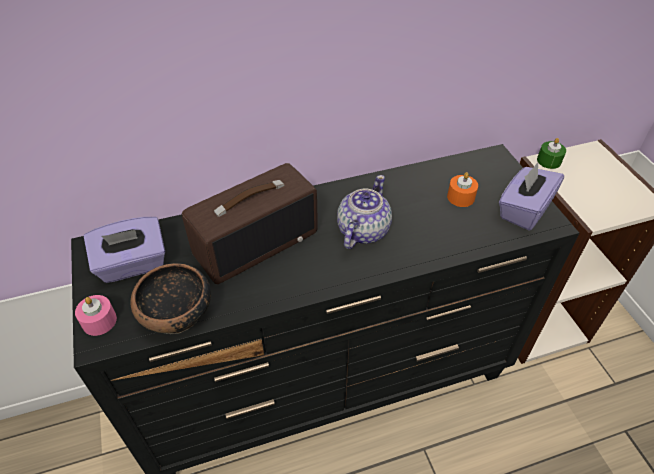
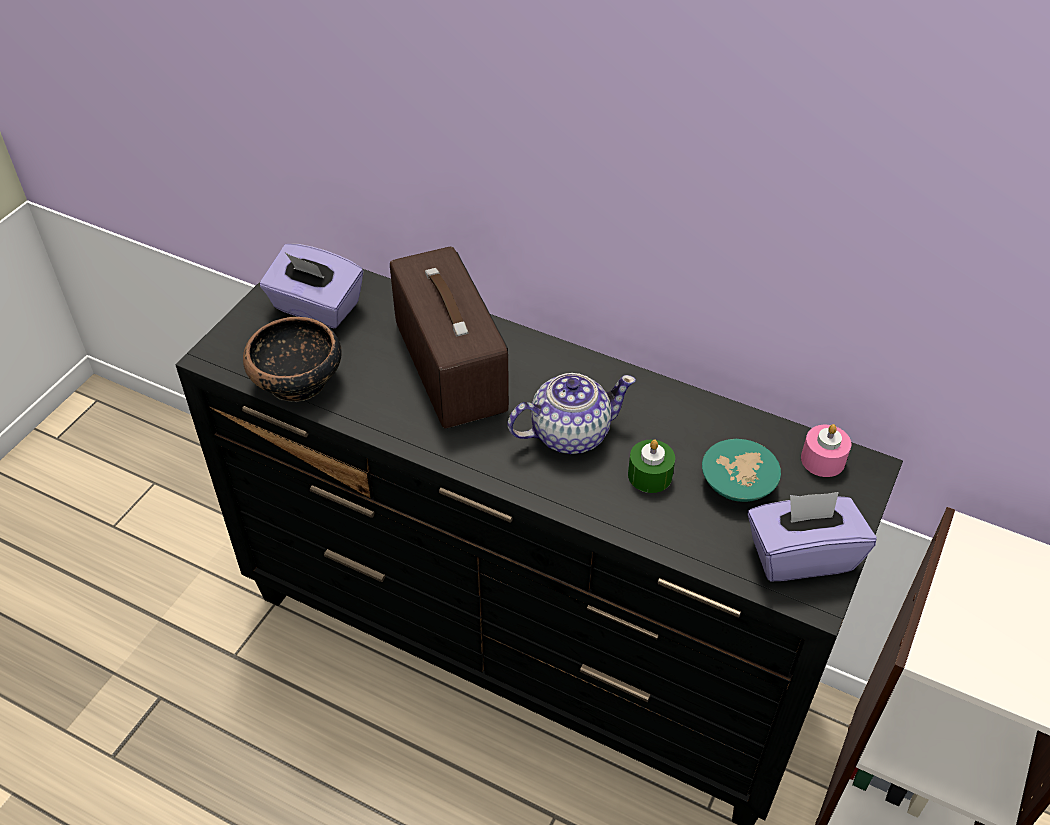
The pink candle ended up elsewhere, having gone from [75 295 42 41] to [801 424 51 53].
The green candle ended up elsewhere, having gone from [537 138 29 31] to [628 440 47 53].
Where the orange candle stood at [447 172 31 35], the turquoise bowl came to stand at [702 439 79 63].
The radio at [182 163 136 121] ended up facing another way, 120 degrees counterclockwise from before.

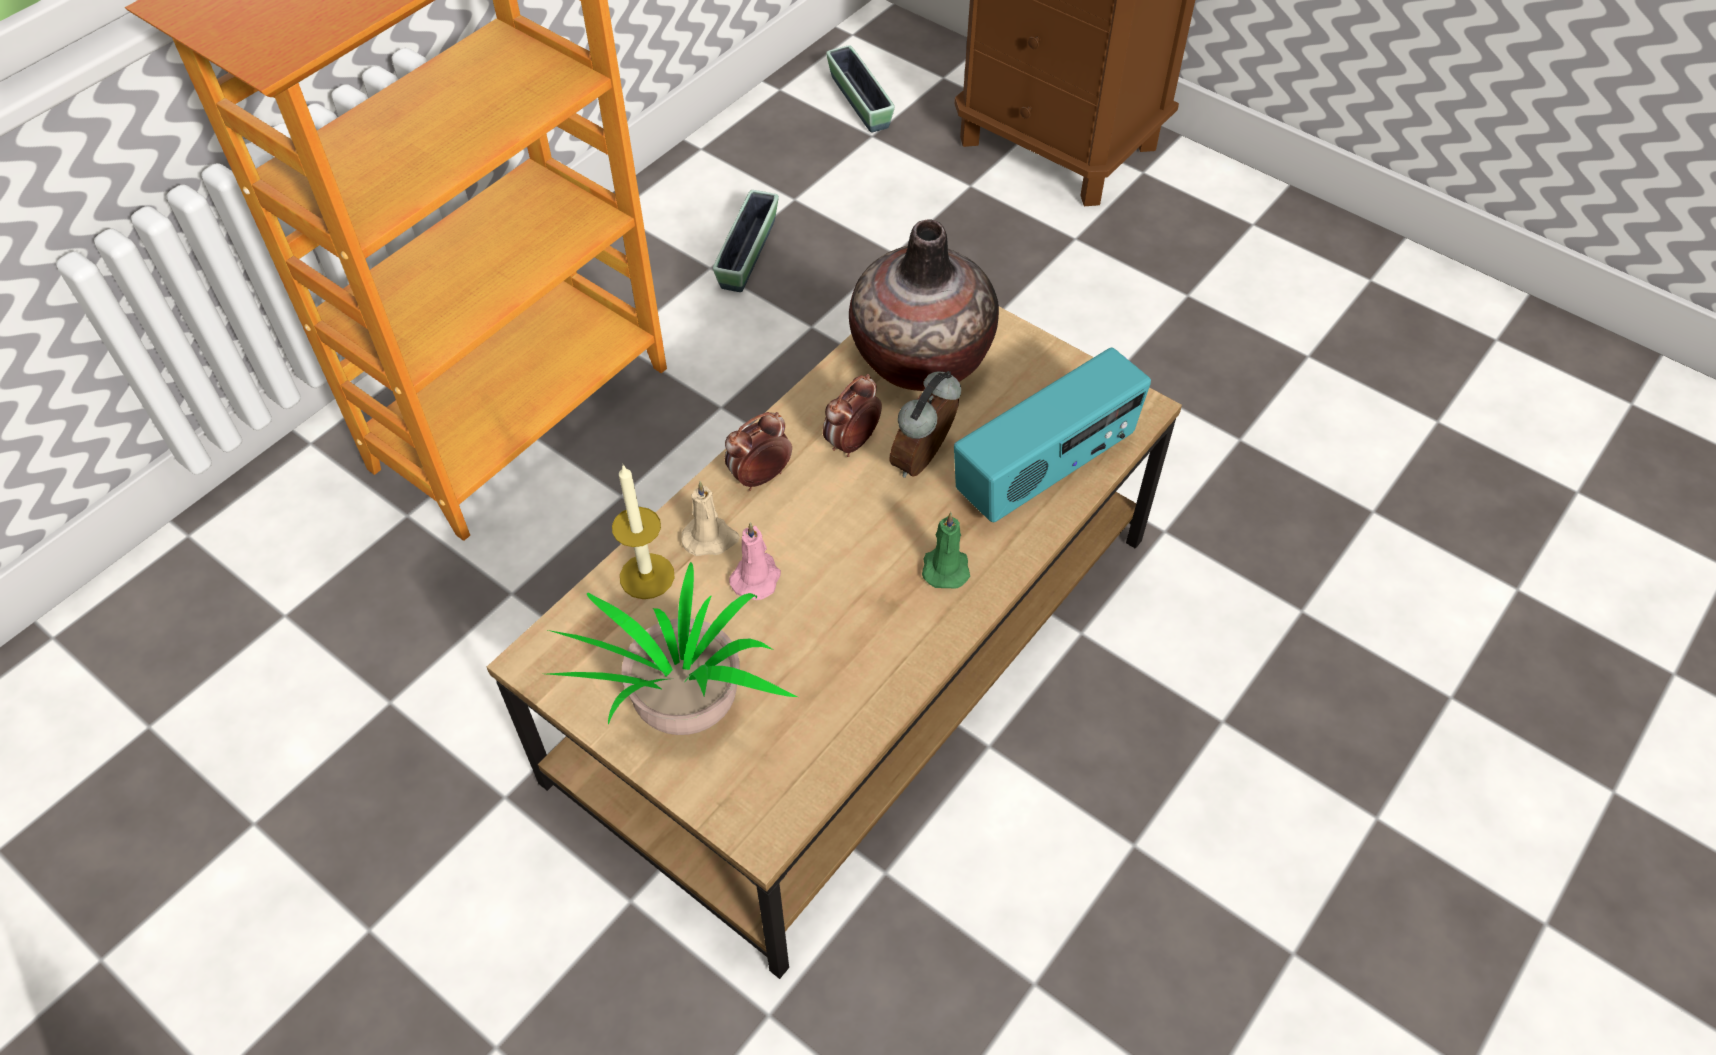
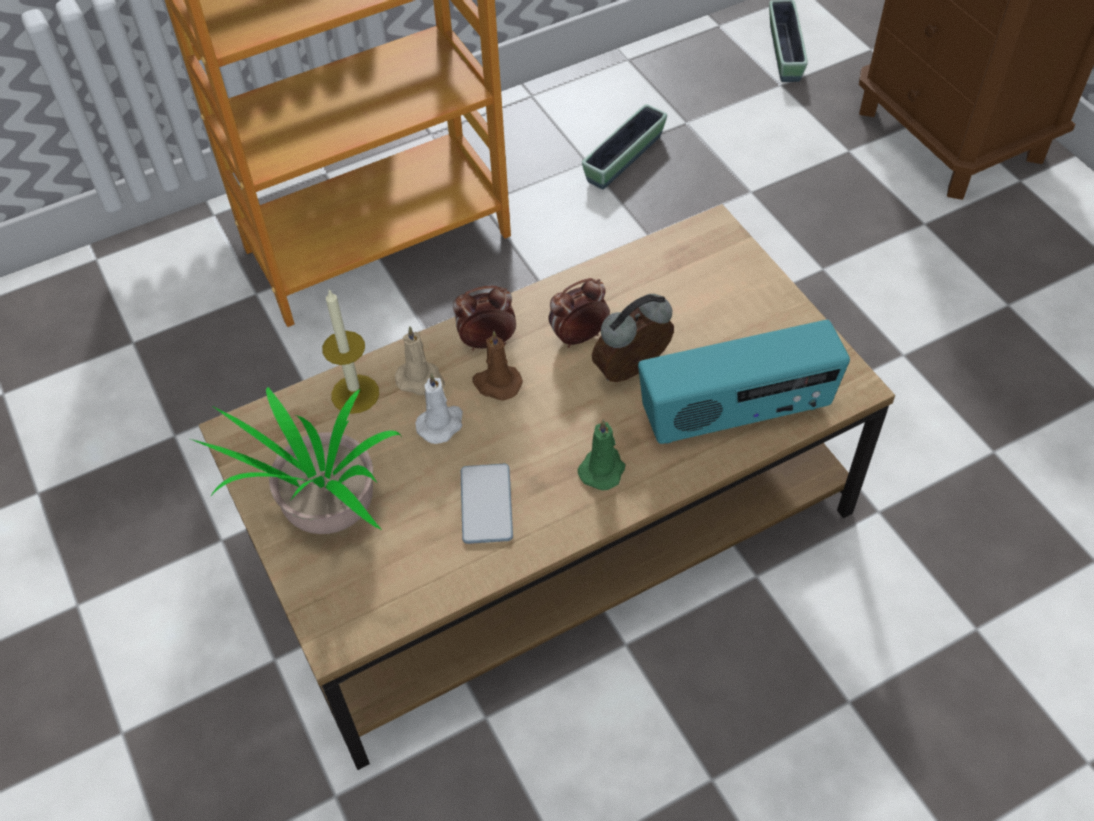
The second view lost the vase at [849 220 150 171].
The second view gained the phone at [461 464 52 80].
The second view gained the brown candle at [472 331 51 70].
What was the pink candle at [729 522 52 78] turned into the white candle at [415 373 48 71].

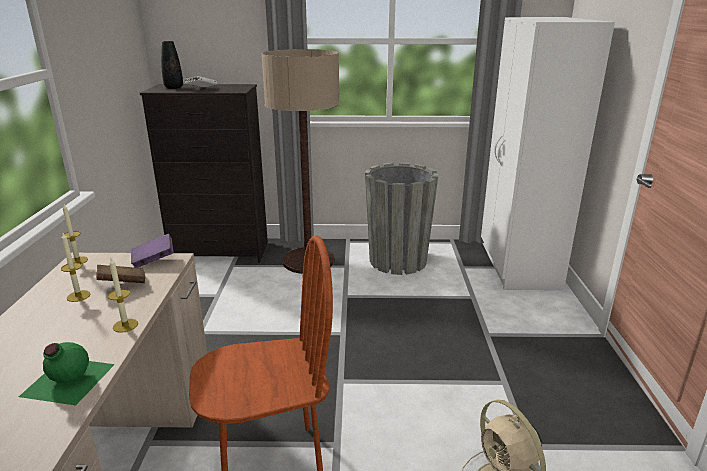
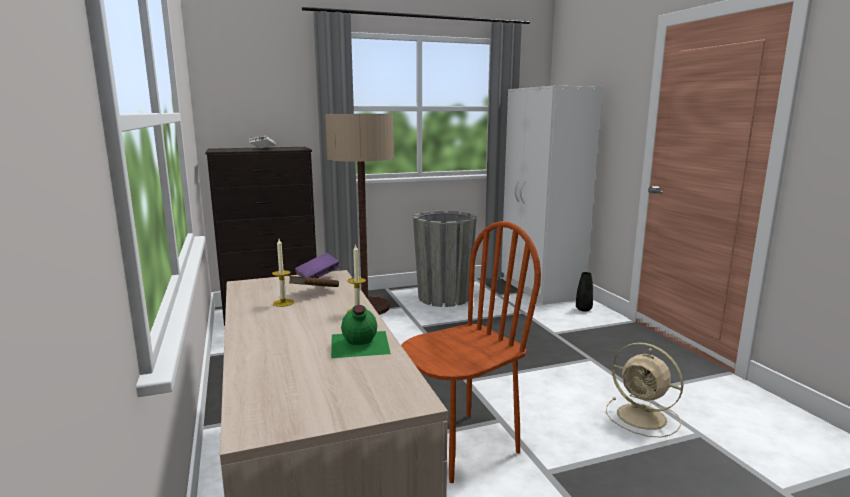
The second view lost the candle at [63 204 25 60].
The black vase ended up elsewhere, having gone from [161 41 22 48] to [576 272 17 39].

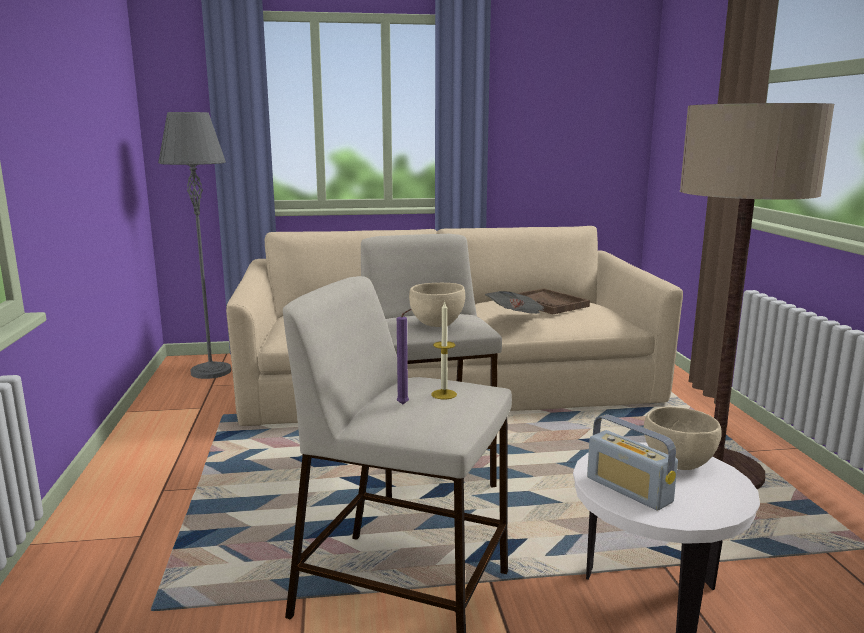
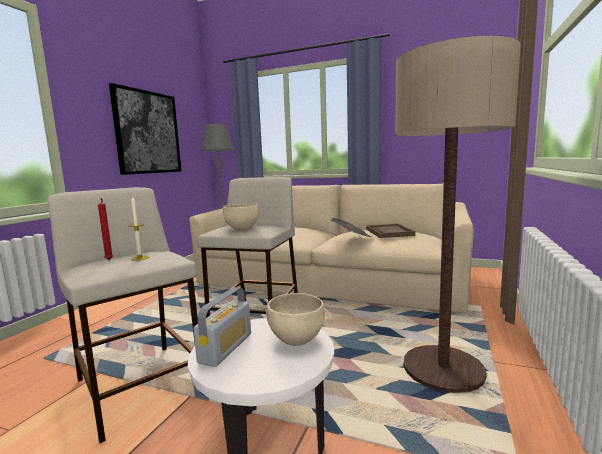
The second view gained the picture at [109 83 72 92].
What was the purple candle at [397 309 14 95] turned into the red candle at [98 198 15 62].
The radio at [587 414 91 97] ended up facing another way, 150 degrees counterclockwise from before.

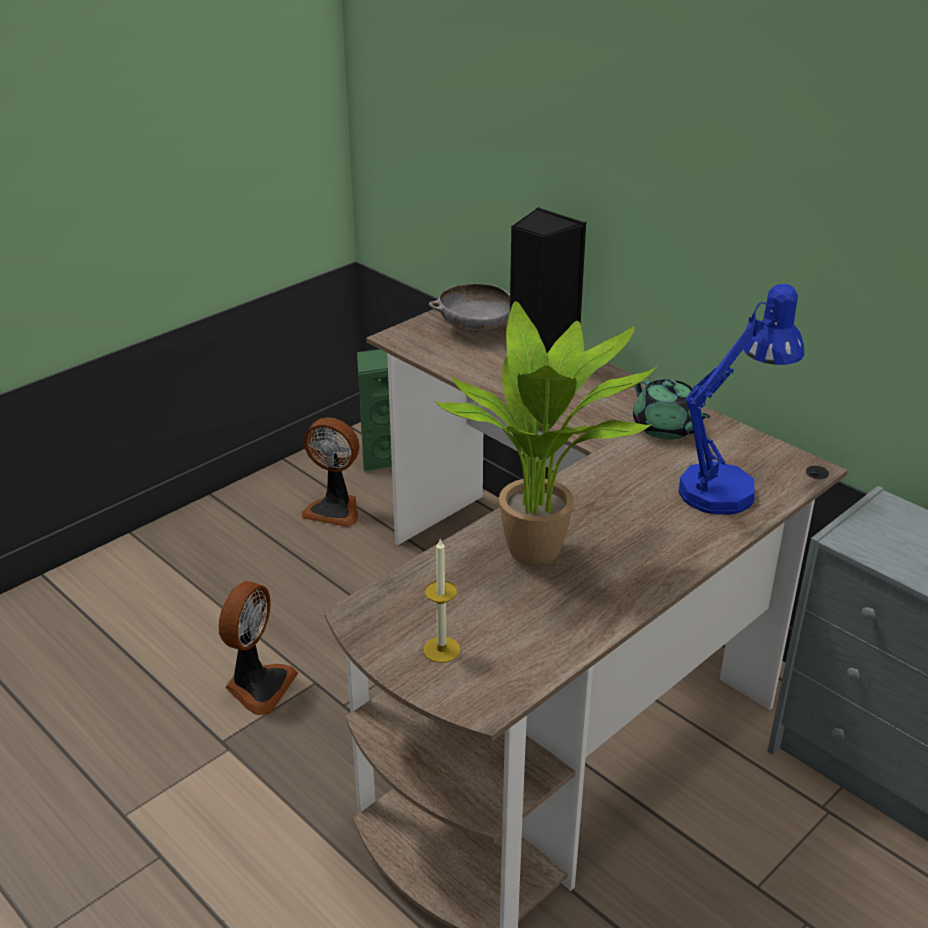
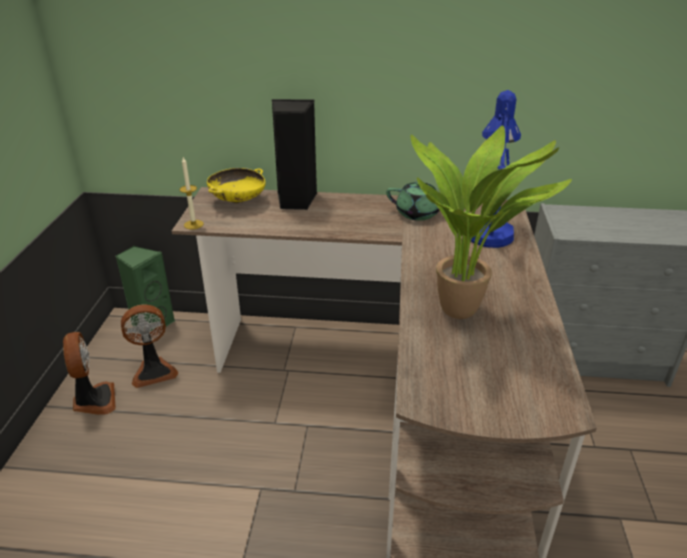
The fan ended up elsewhere, having gone from [218 581 80 134] to [63 332 53 83].
The candle ended up elsewhere, having gone from [423 539 38 124] to [179 157 25 72].
What was the grey bowl at [429 283 81 50] turned into the yellow bowl at [207 168 59 35].

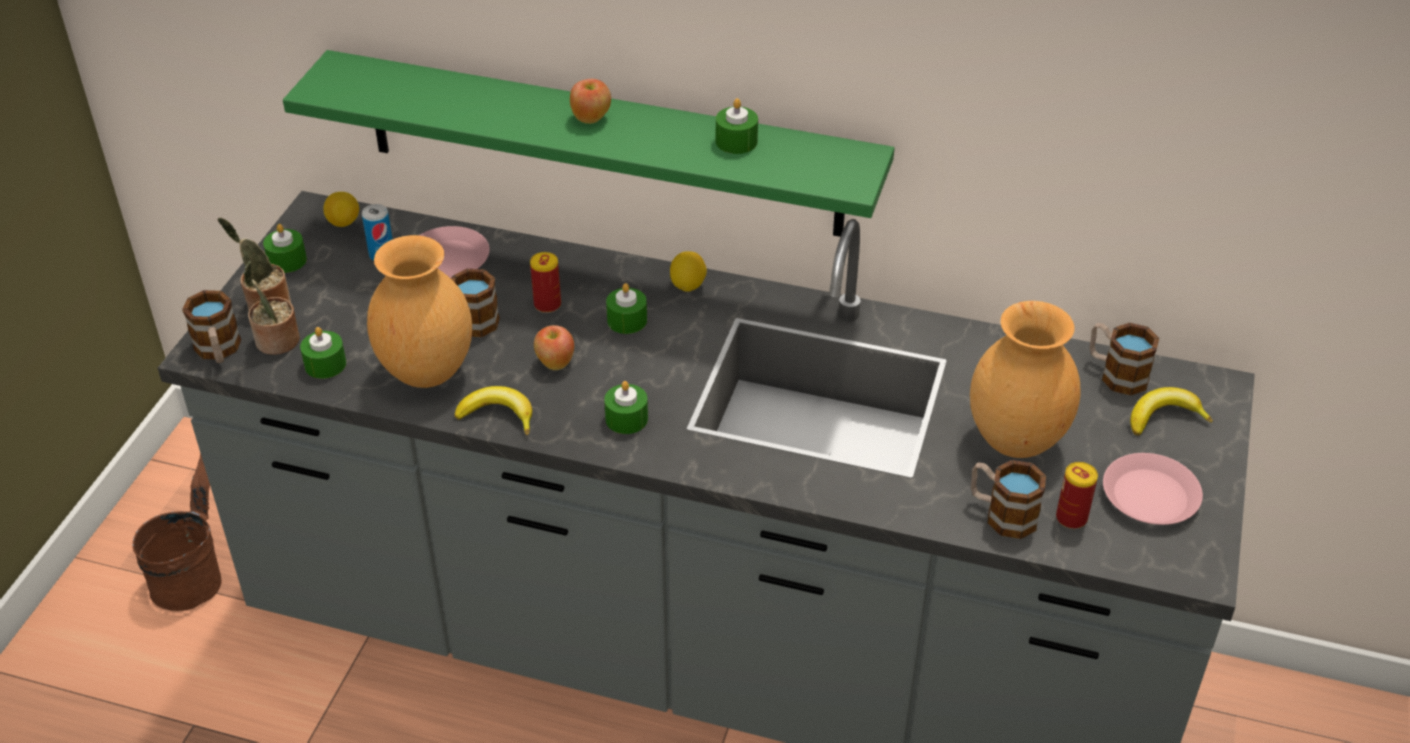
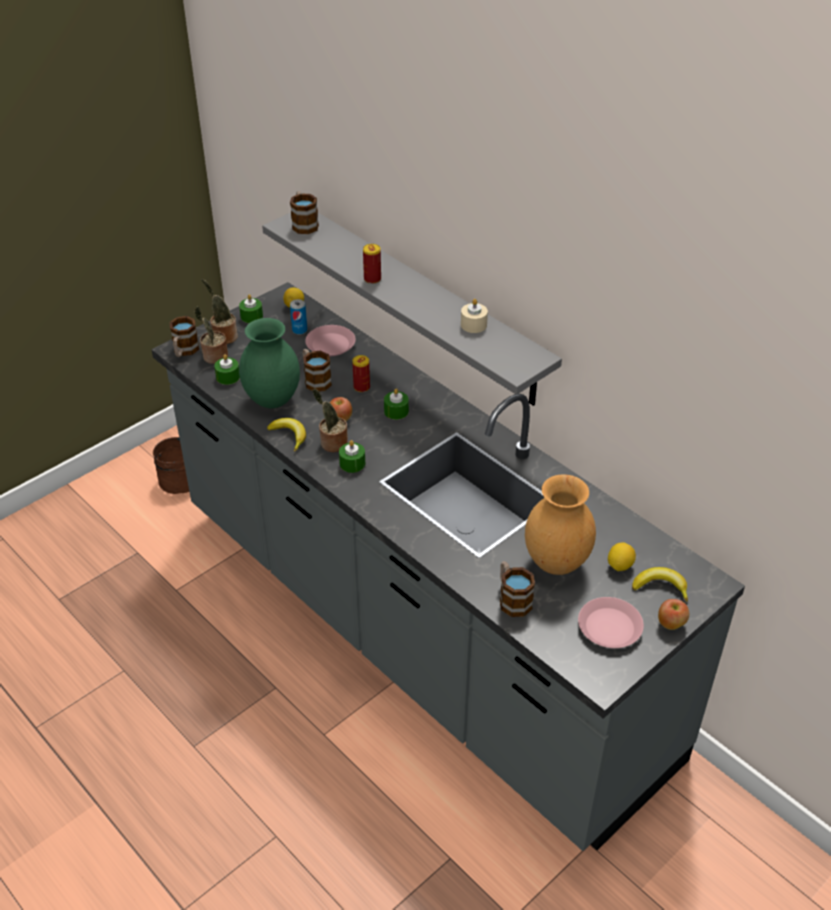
The second view gained the potted plant at [312 389 36 63].
The apple ended up elsewhere, having gone from [570 79 41 45] to [658 599 31 31].
The lemon ended up elsewhere, having gone from [670 251 37 41] to [608 542 28 29].
The can ended up elsewhere, having gone from [1056 462 42 67] to [363 244 18 40].
The mug ended up elsewhere, having gone from [1090 323 69 72] to [290 191 29 43].
What was the green shelf at [283 50 611 187] turned into the grey shelf at [262 213 300 193].
What was the brown vase at [367 235 105 153] turned into the green vase at [239 318 61 90].
What was the green candle at [716 98 42 56] turned into the beige candle at [461 299 27 34].

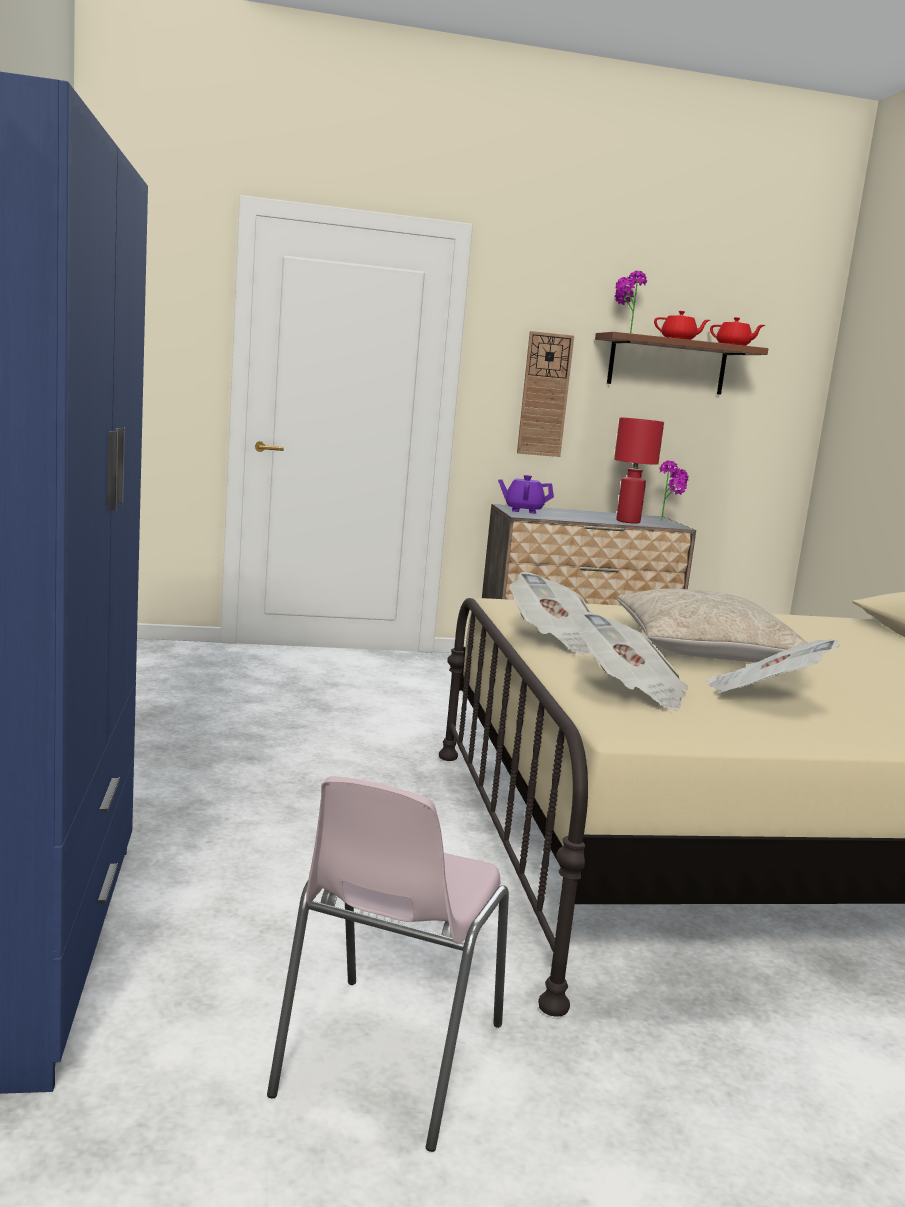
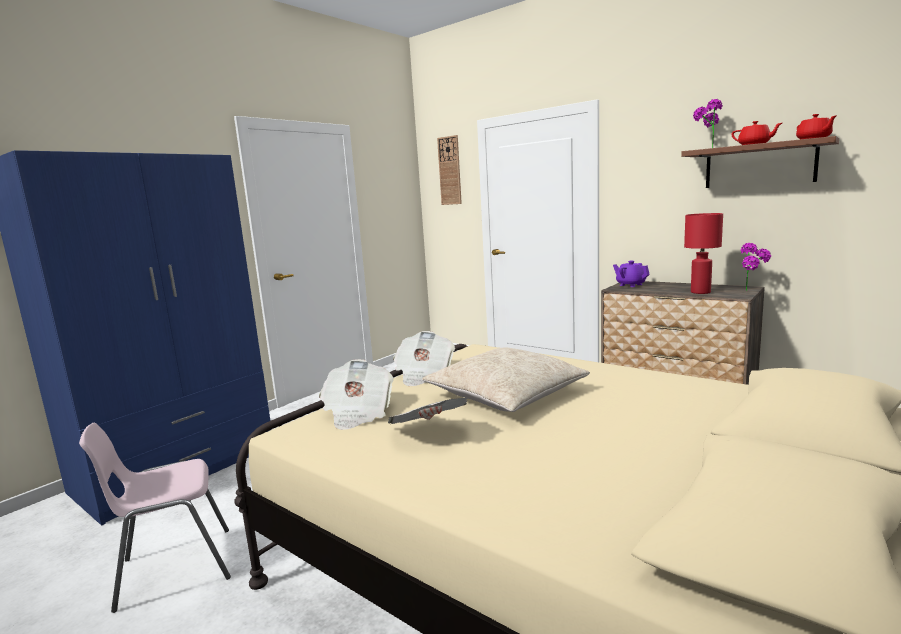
The wall clock ended up elsewhere, having gone from [517 331 57 126] to [437 135 25 70].

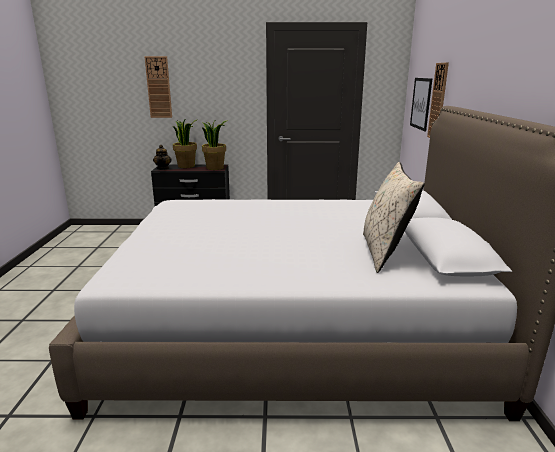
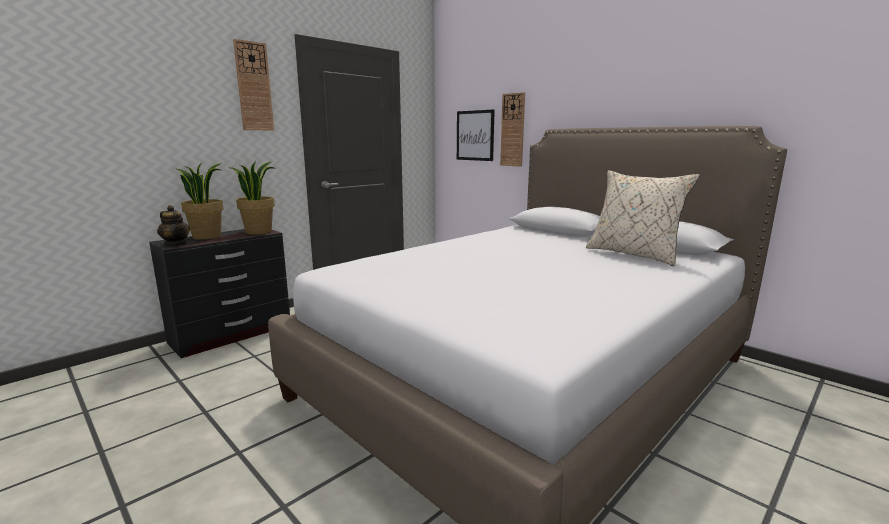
The wall clock ended up elsewhere, having gone from [144 56 28 62] to [233 39 41 91].

